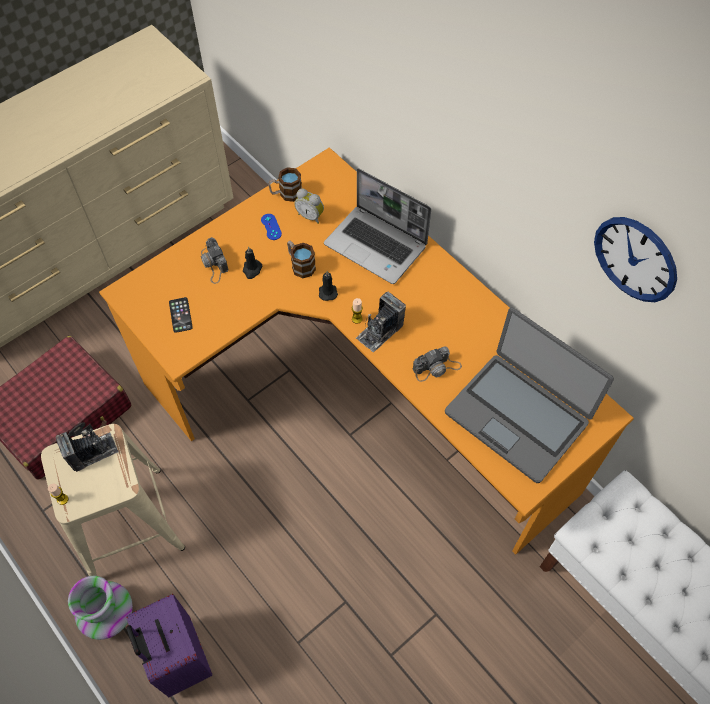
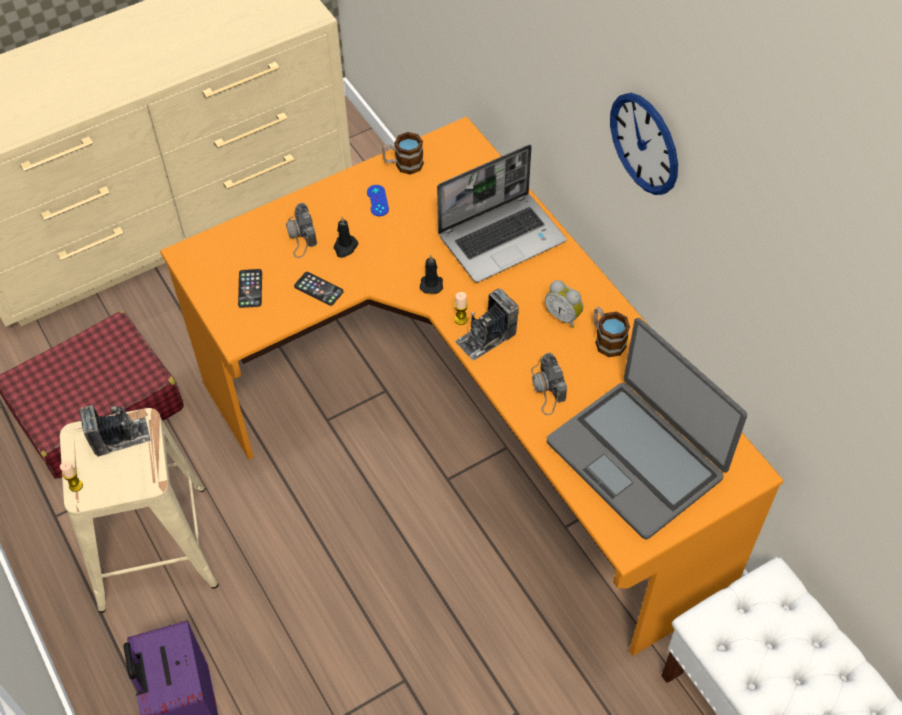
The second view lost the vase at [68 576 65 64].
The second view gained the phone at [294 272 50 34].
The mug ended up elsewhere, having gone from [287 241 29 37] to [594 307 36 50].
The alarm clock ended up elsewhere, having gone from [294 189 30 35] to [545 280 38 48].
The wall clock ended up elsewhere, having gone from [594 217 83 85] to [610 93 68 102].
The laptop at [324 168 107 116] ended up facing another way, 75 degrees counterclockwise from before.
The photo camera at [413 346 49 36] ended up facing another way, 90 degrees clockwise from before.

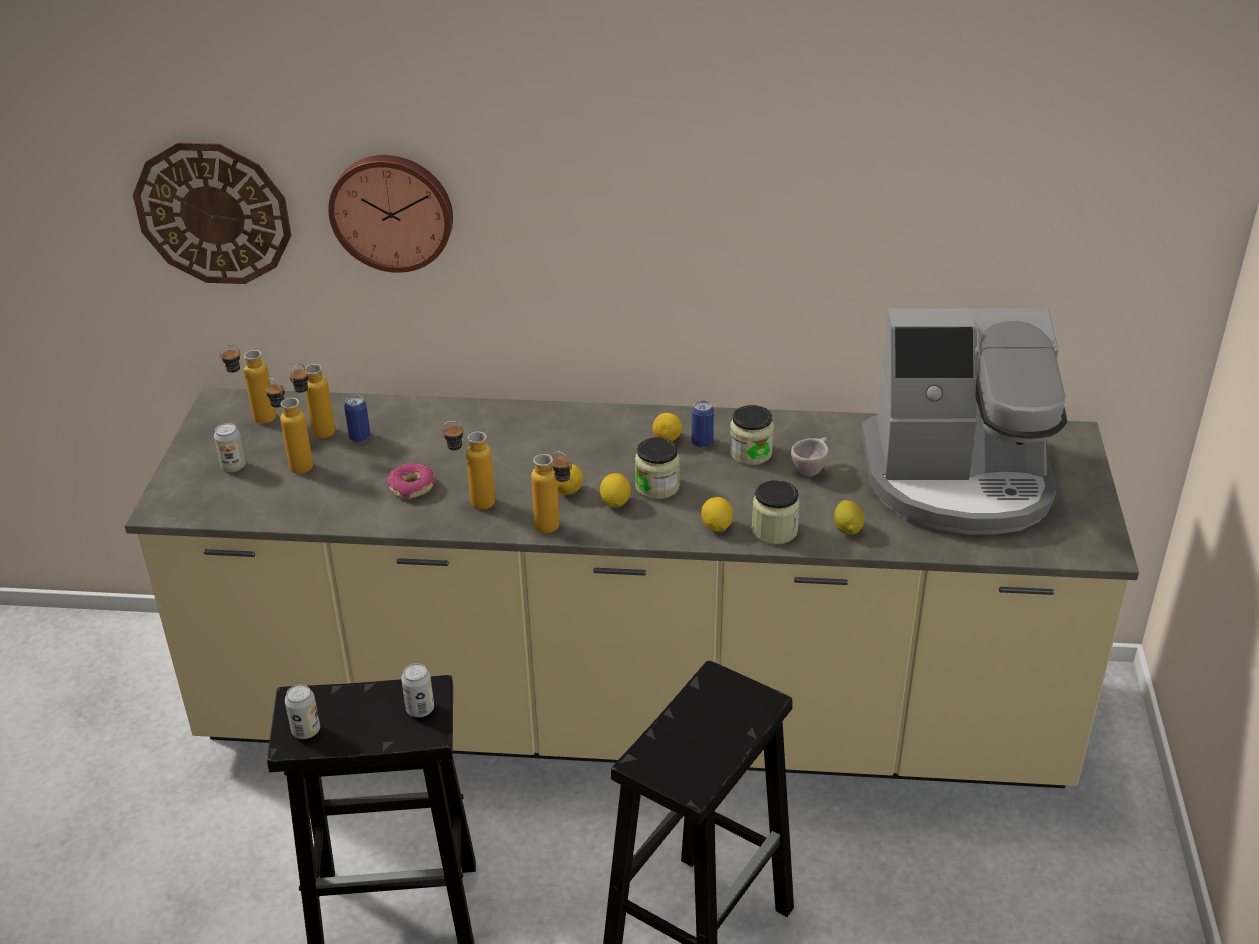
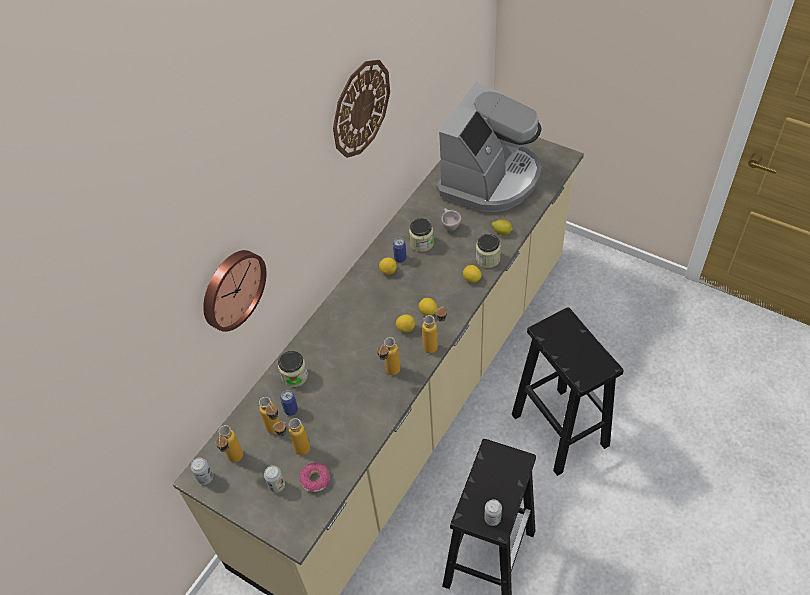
The wall clock ended up elsewhere, having gone from [133 142 159 142] to [333 60 57 98].
The donut ended up elsewhere, having gone from [387 463 48 36] to [299 463 31 29].
The can ended up elsewhere, having gone from [401 663 33 54] to [191 457 22 28].
The jar ended up elsewhere, having gone from [635 437 45 62] to [278 351 30 36].

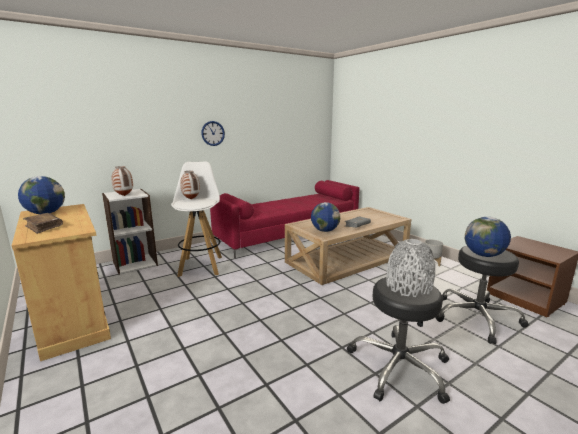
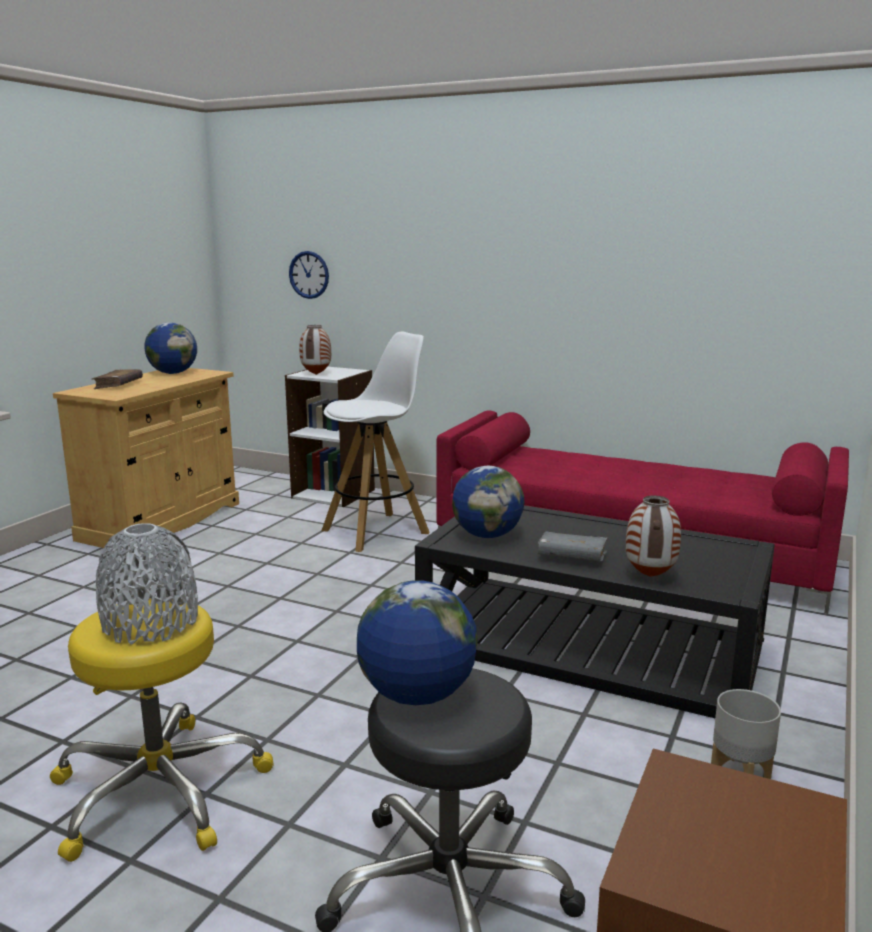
The vase ended up elsewhere, having gone from [180 171 20 28] to [626 496 55 81].
The wall clock ended up elsewhere, having gone from [201 121 24 25] to [289 251 40 48].
What was the beige coffee table at [285 207 126 78] turned into the black coffee table at [415 505 360 213].
What was the black stool at [347 276 103 128] turned into the yellow stool at [50 598 224 264].

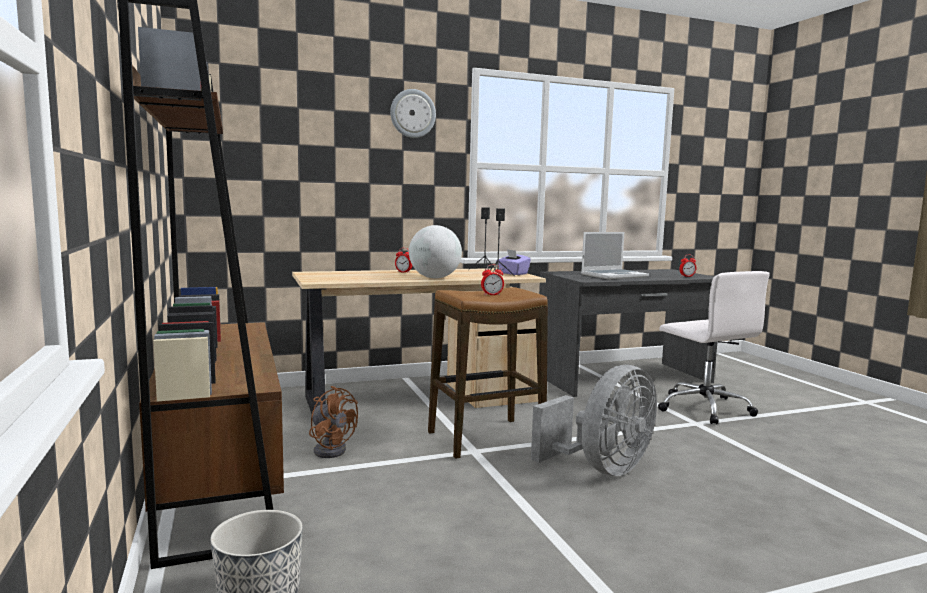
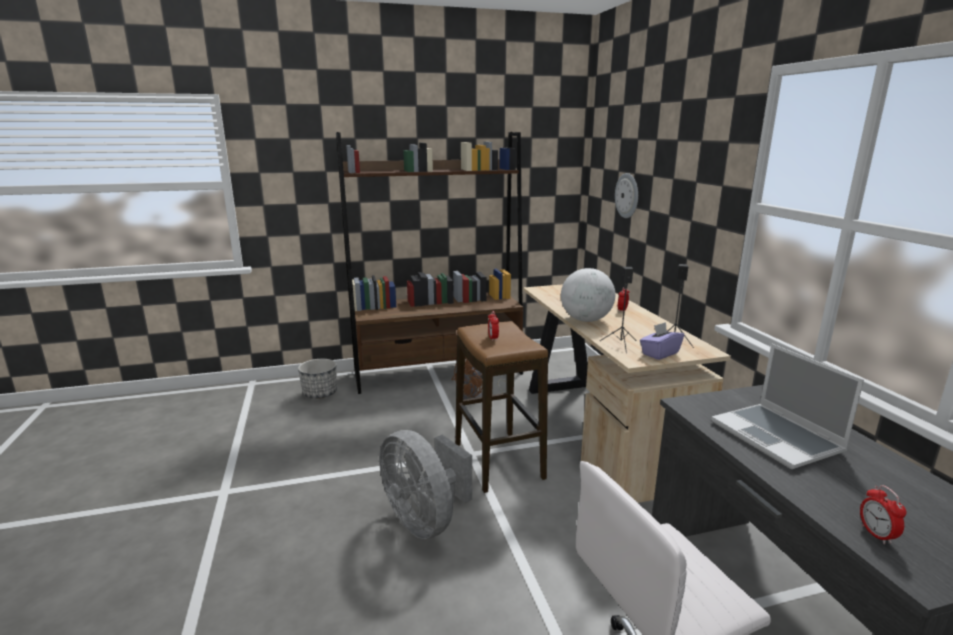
The wall clock ended up elsewhere, having gone from [390 89 46 49] to [615 173 23 45].

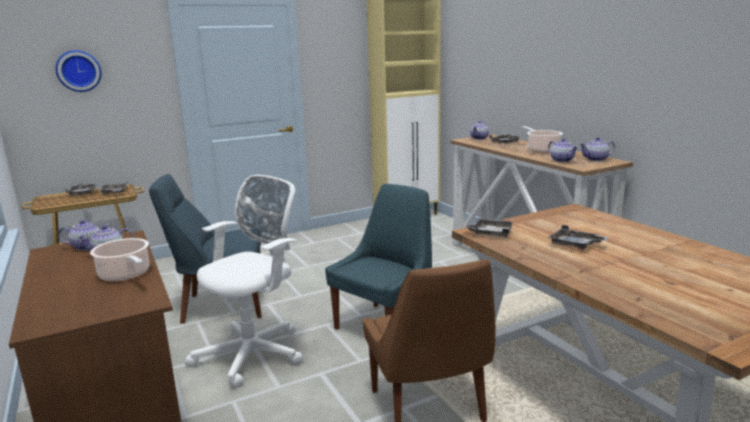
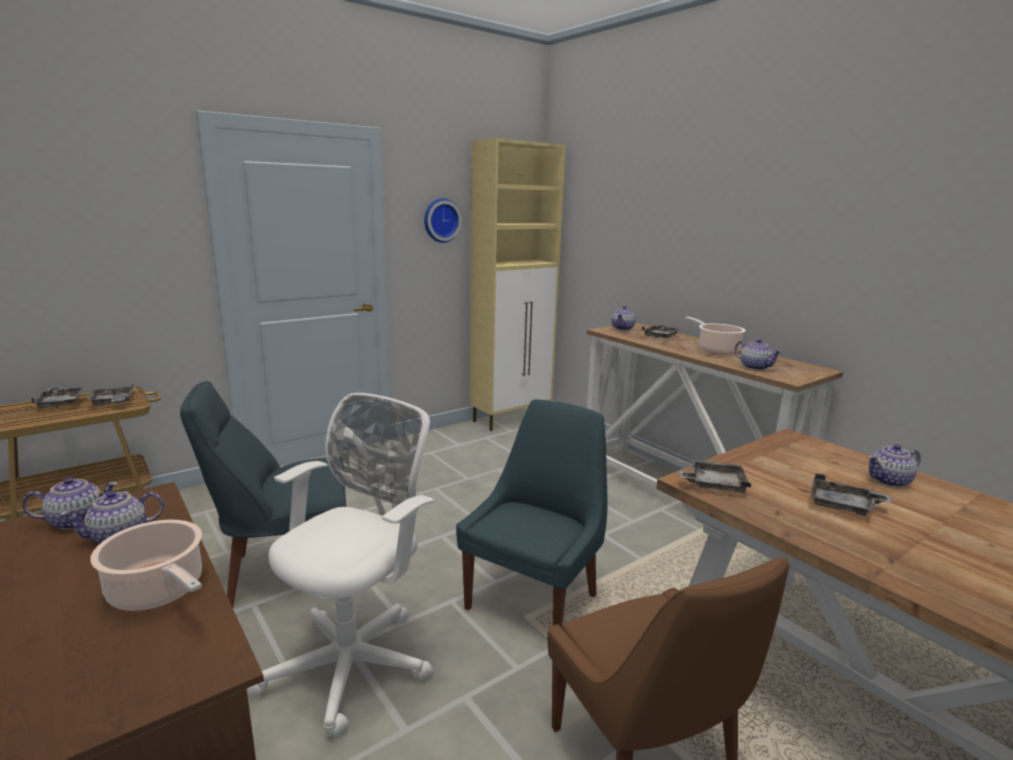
The wall clock ended up elsewhere, having gone from [56 50 46 42] to [424 198 38 45].
The teapot ended up elsewhere, having gone from [580 137 35 24] to [868 444 53 43].

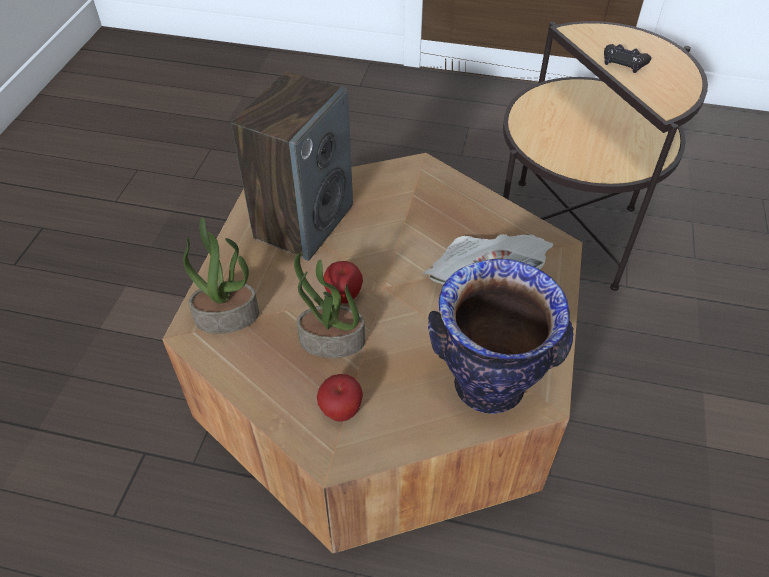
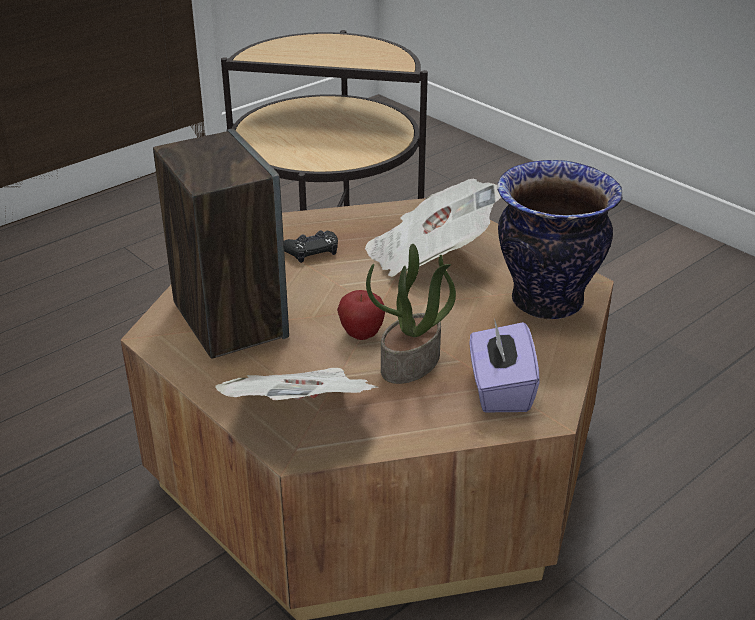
The black game controller ended up elsewhere, having gone from [604 44 47 29] to [284 230 54 33].
Where the potted plant stood at [183 217 76 117], the newspaper came to stand at [215 368 163 32].
Where the apple stood at [317 374 46 48], the purple tissue box came to stand at [470 318 70 94].

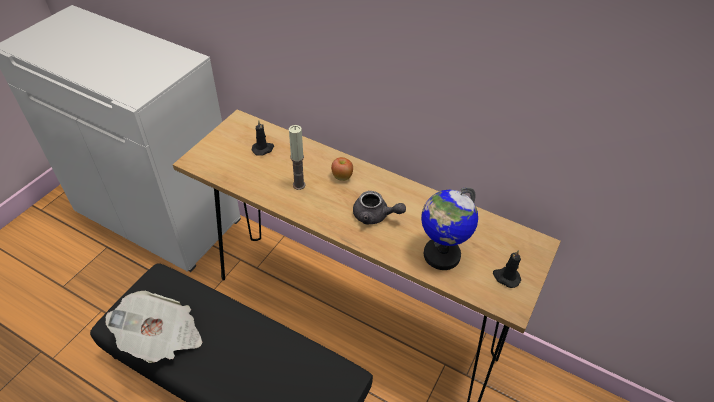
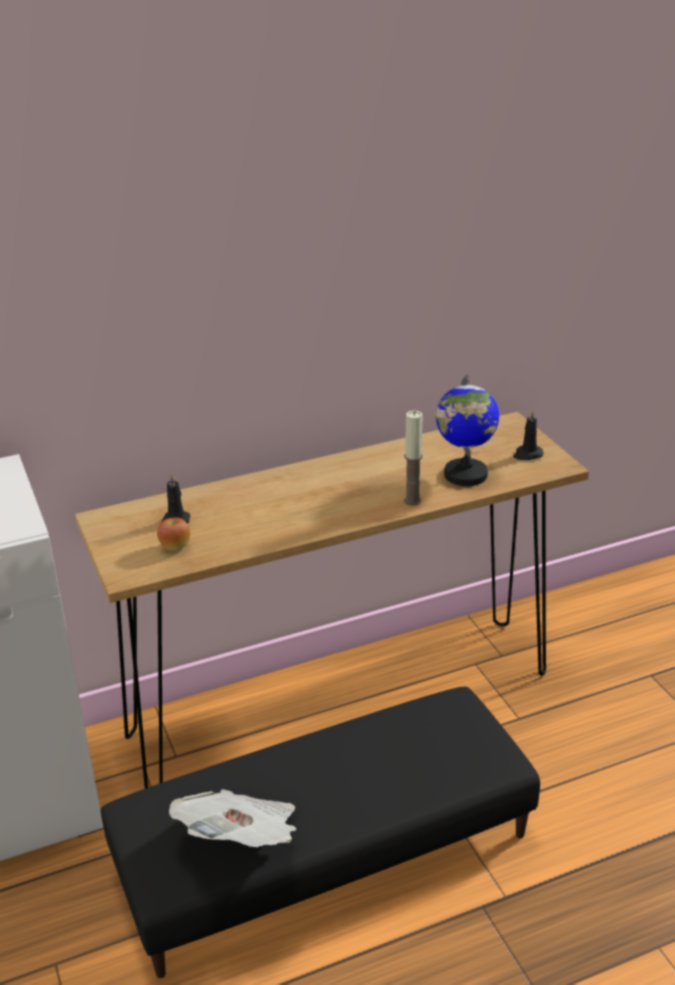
The second view lost the grey teapot at [353 191 53 34].
The candle ended up elsewhere, having gone from [289 125 17 65] to [404 410 19 96].
The apple ended up elsewhere, having gone from [331 157 22 24] to [157 518 33 32].

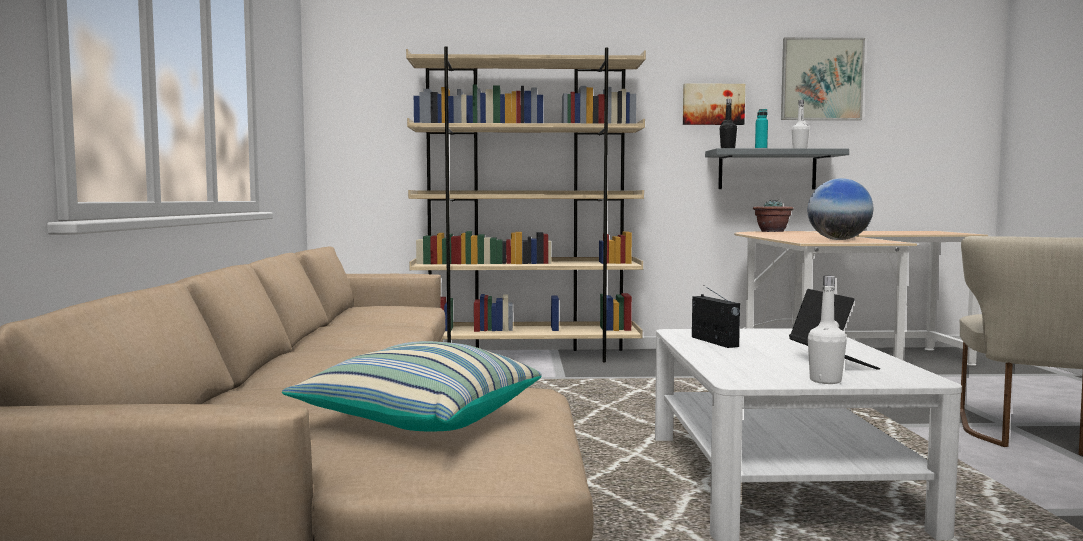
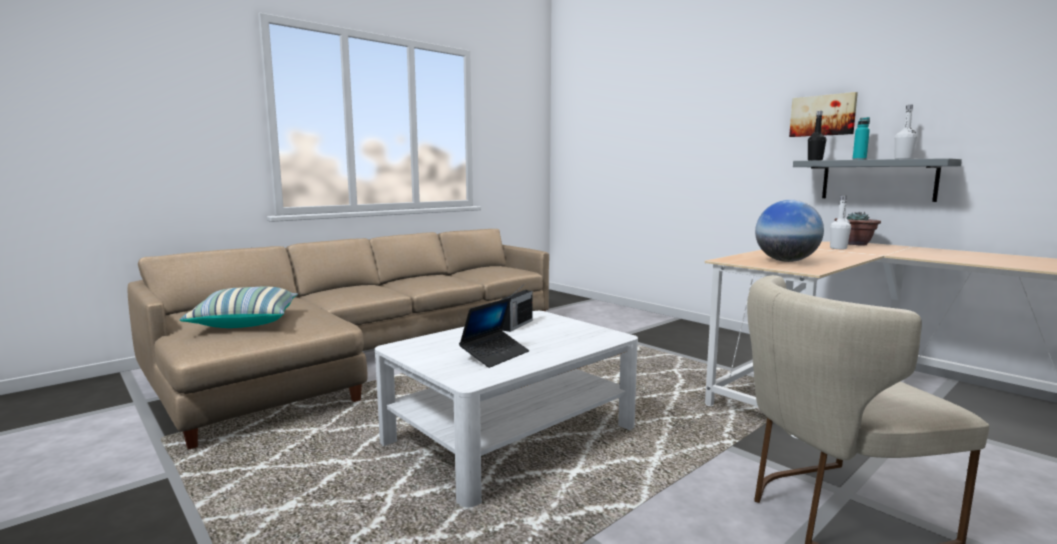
The second view lost the beige bookcase at [406 46 240 317].
The second view lost the picture at [781 37 84 83].
The white bottle ended up elsewhere, having gone from [808 276 39 108] to [830 196 21 53].

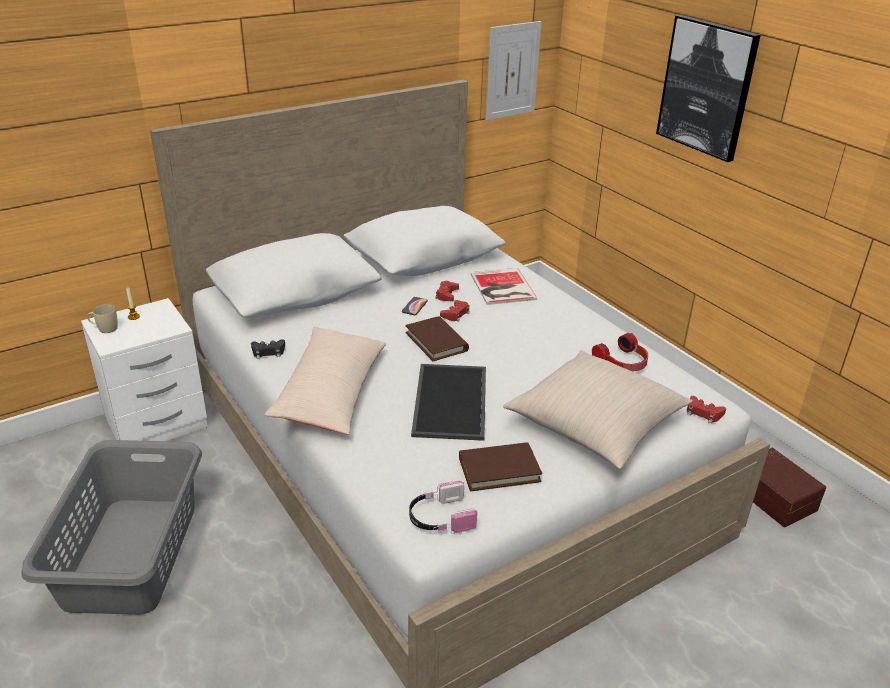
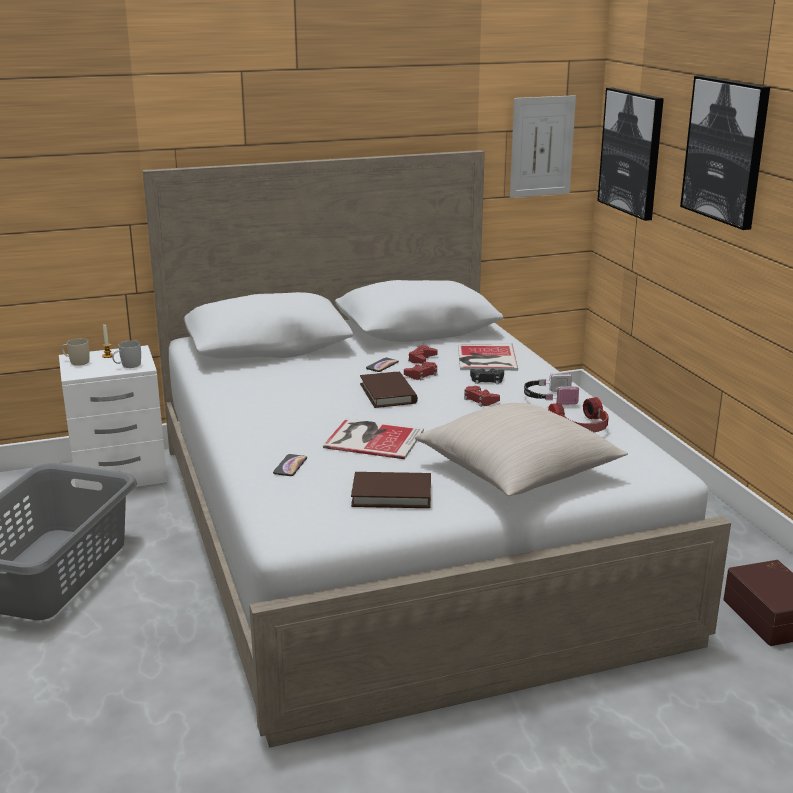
The second view lost the beige pillow at [265 327 121 108].
The second view gained the white mug at [112 340 29 28].
The second view gained the phone at [273 454 34 22].
The second view gained the picture at [597 88 67 133].
The black game controller ended up elsewhere, having gone from [251 339 34 20] to [470 368 34 16].
The headphones ended up elsewhere, having gone from [409 481 68 53] to [524 373 55 33].
The red game controller ended up elsewhere, having gone from [687 396 39 27] to [464 386 36 21].
Where the tray stood at [411 364 75 77], the book came to stand at [323 418 101 41].

